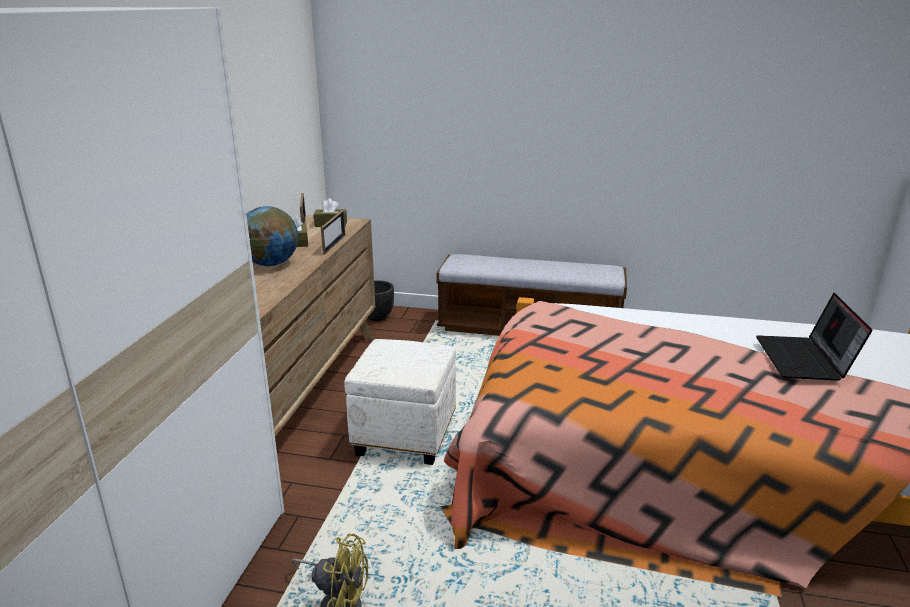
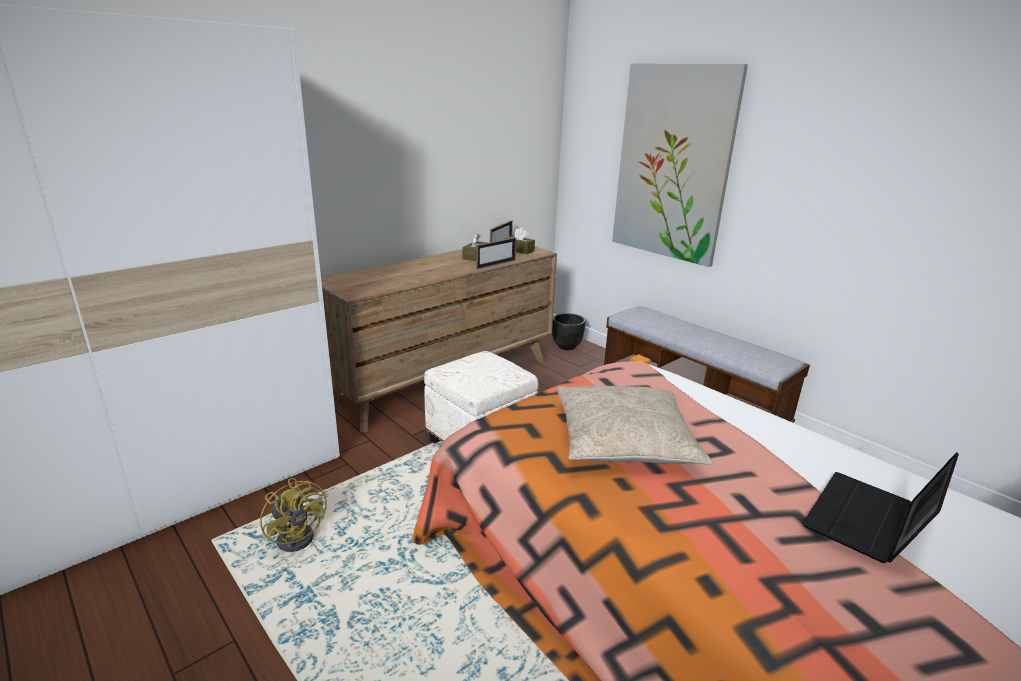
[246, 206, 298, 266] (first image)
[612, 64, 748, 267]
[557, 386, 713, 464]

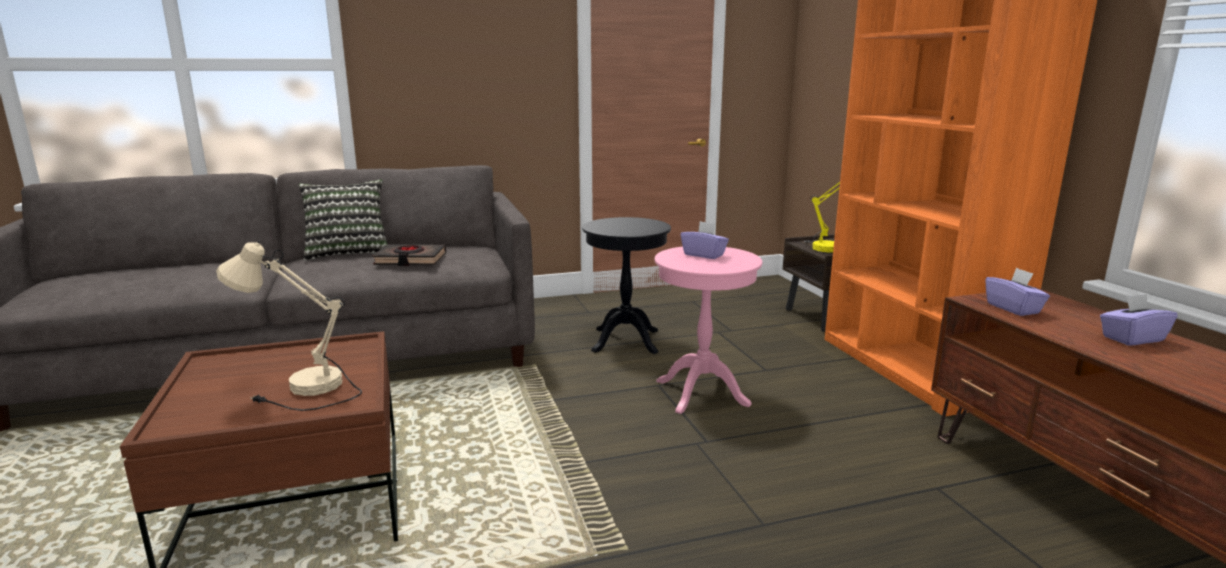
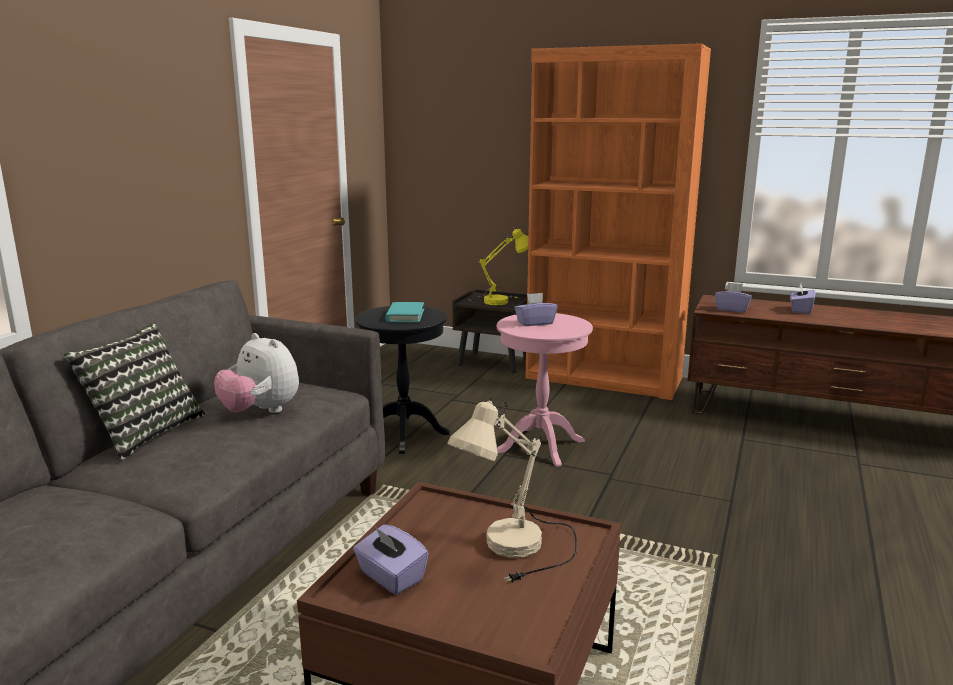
[214, 333, 299, 413]
[385, 302, 424, 322]
[353, 524, 429, 595]

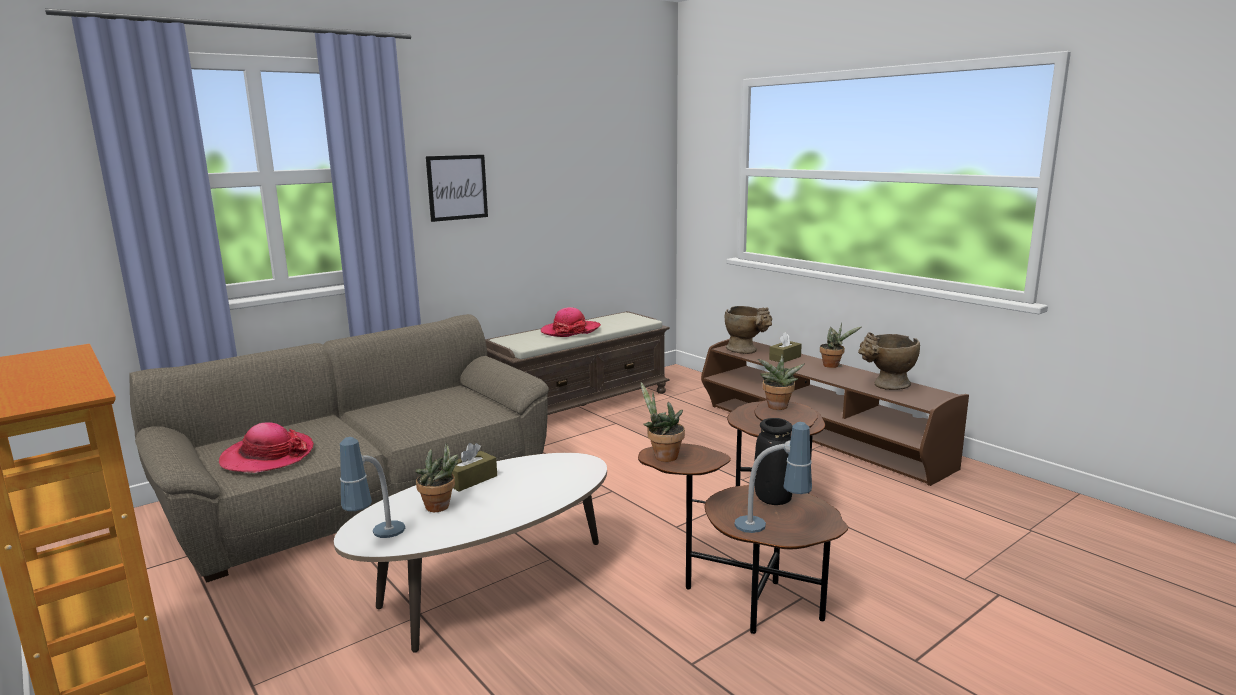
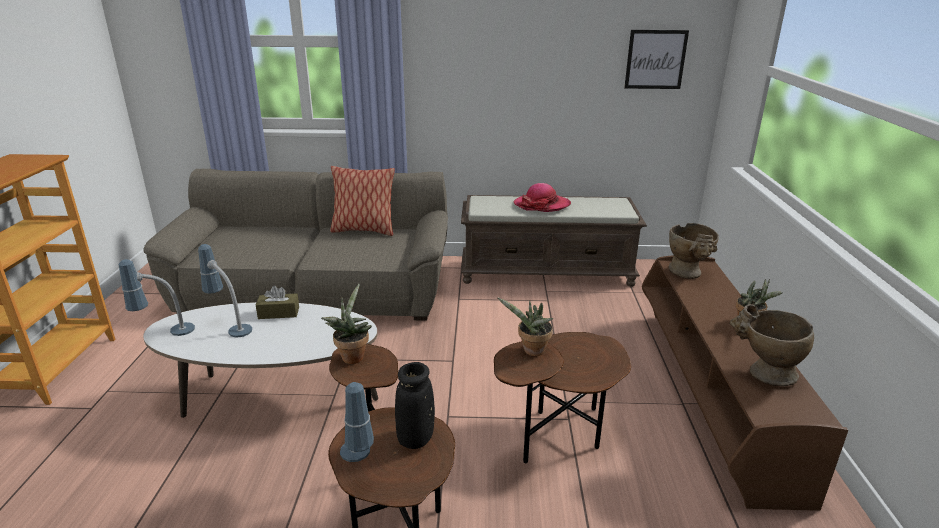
[624, 30, 689, 89]
[769, 332, 802, 362] (first image)
[219, 422, 314, 473] (first image)
[198, 244, 252, 338]
[330, 166, 395, 236]

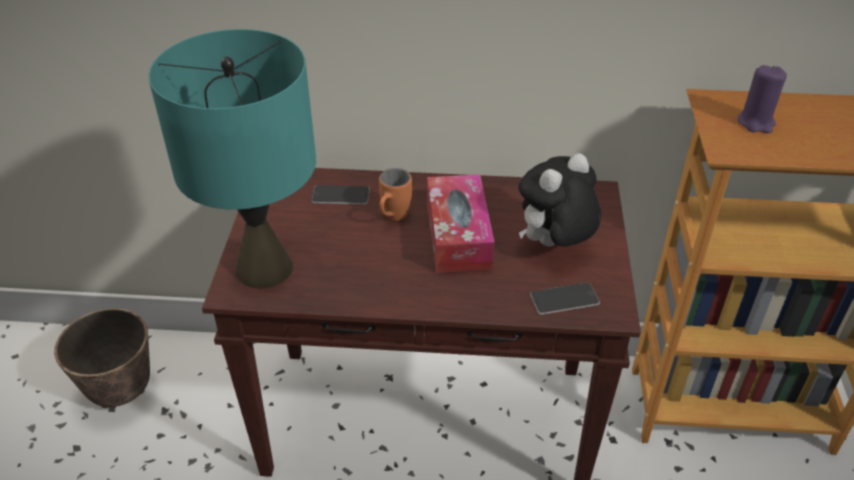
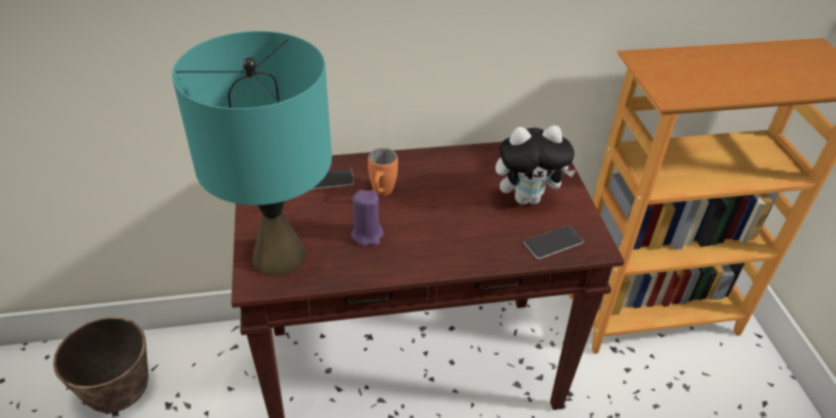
[351, 190, 383, 246]
[496, 125, 576, 205]
[427, 174, 494, 273] (first image)

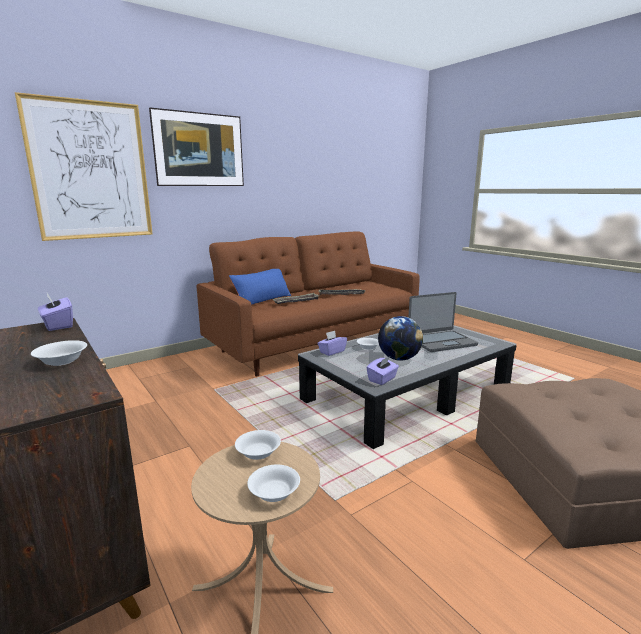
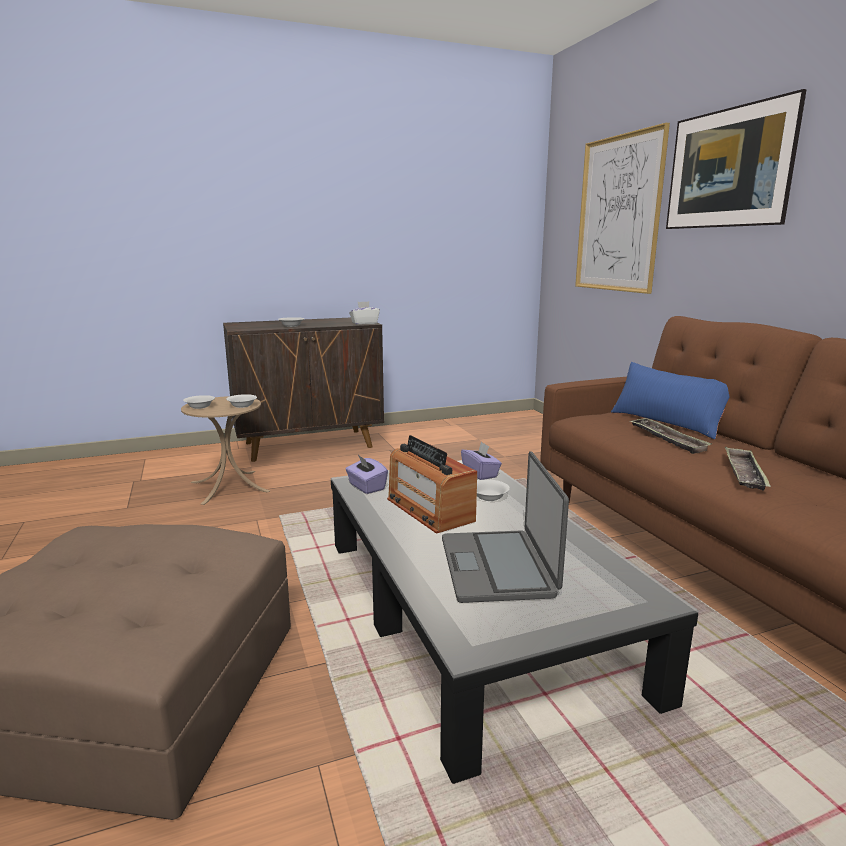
[349, 301, 380, 325]
[387, 435, 477, 534]

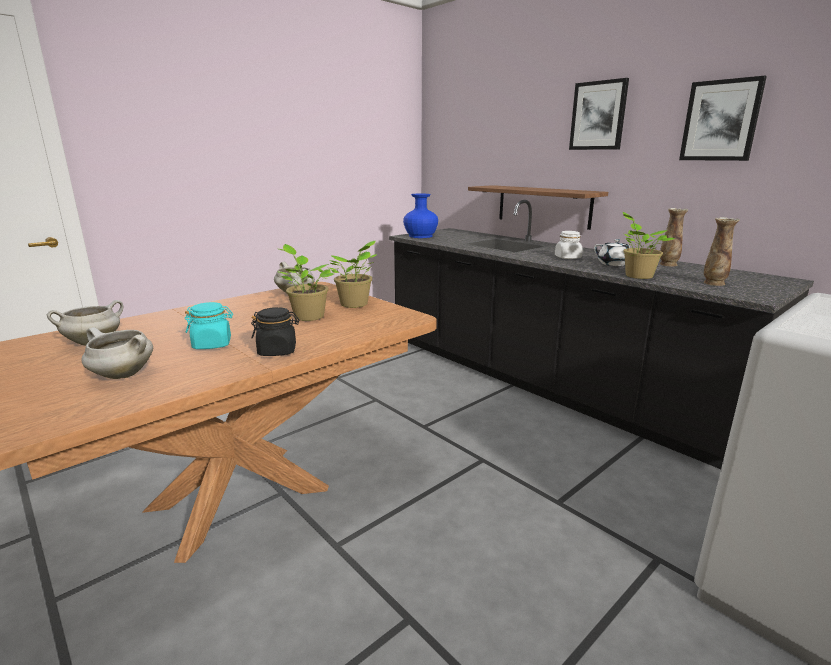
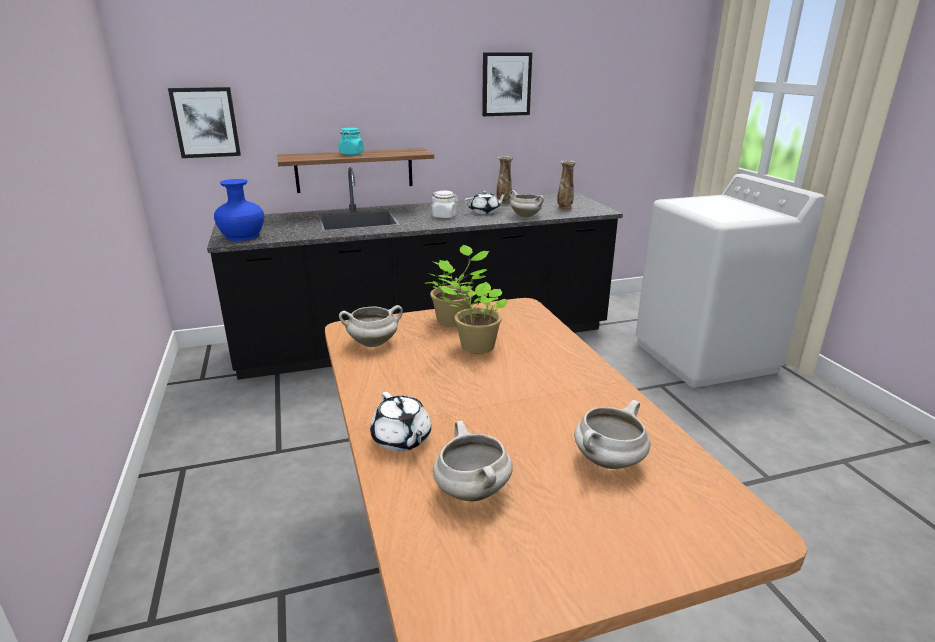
[168, 87, 241, 158]
[510, 190, 544, 218]
[339, 128, 364, 155]
[251, 307, 299, 356] (first image)
[370, 392, 431, 451]

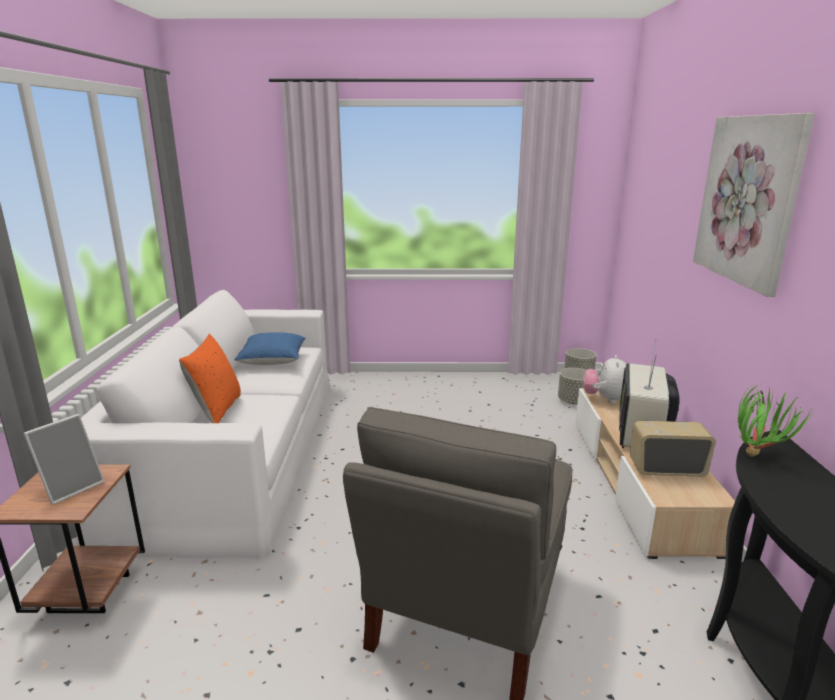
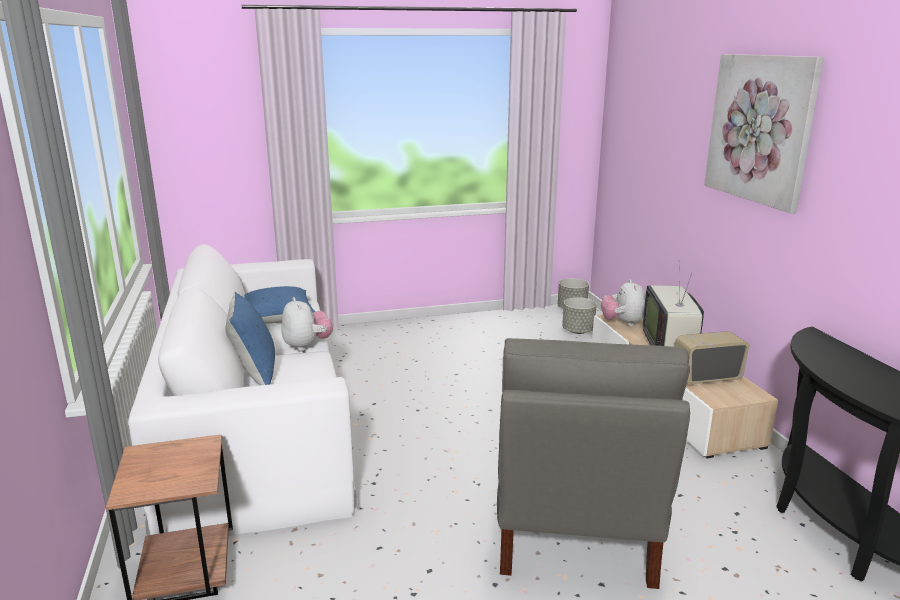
[225, 292, 275, 385]
[738, 383, 813, 457] (first image)
[23, 414, 105, 505] (first image)
[281, 297, 333, 351]

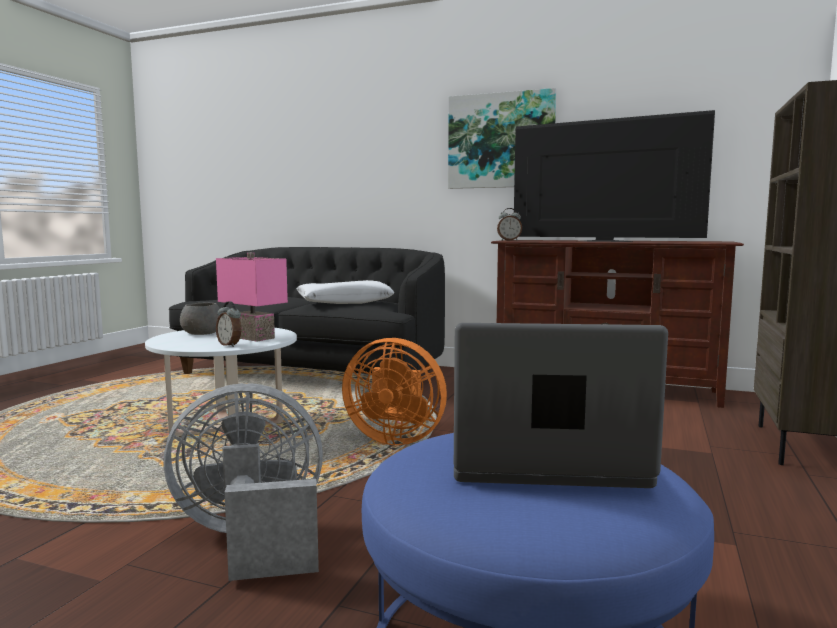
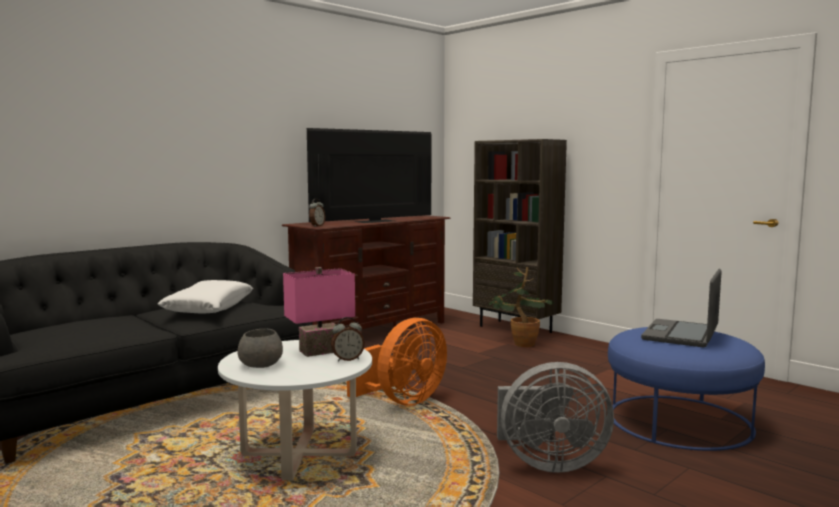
[448, 88, 556, 189] (first image)
[497, 362, 614, 473]
[488, 267, 554, 347]

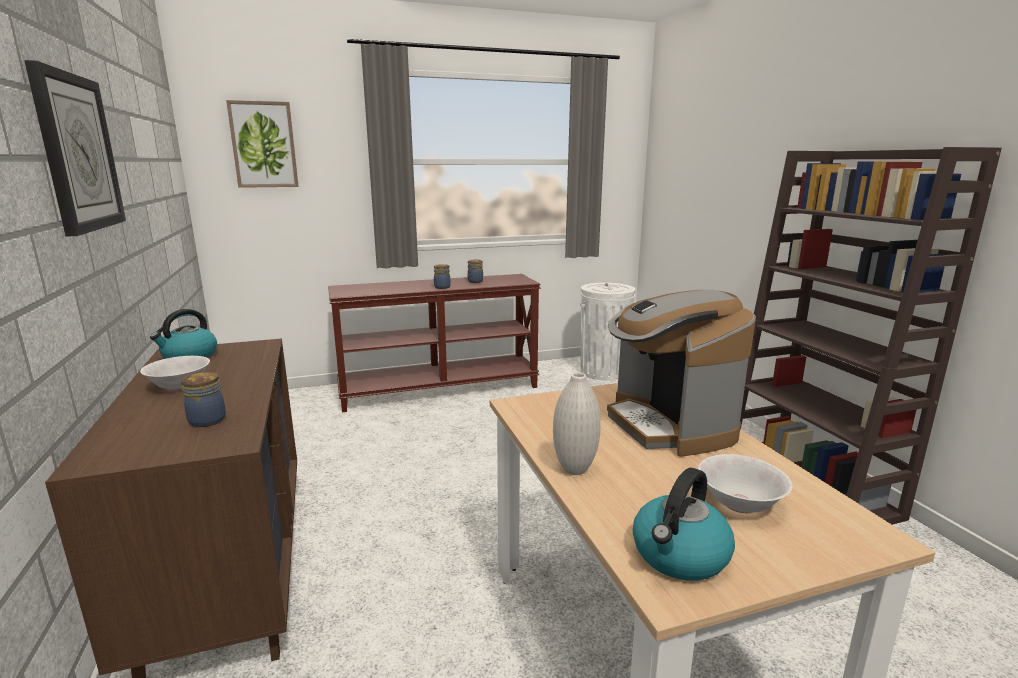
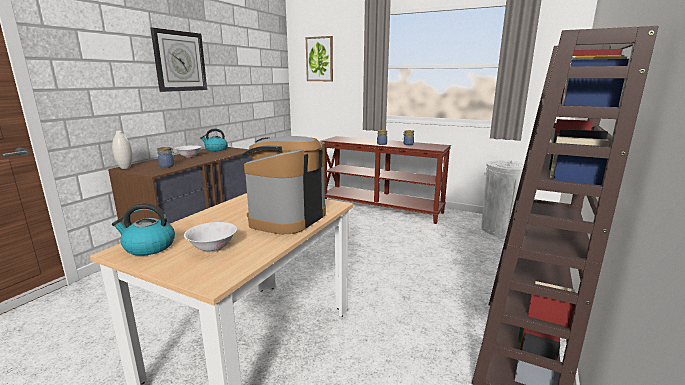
[112, 131, 133, 169]

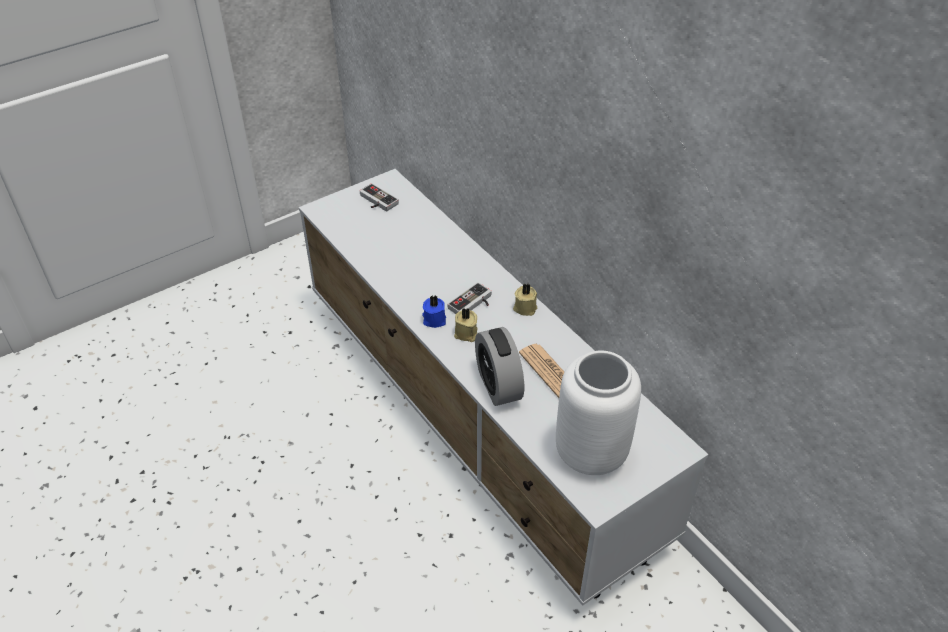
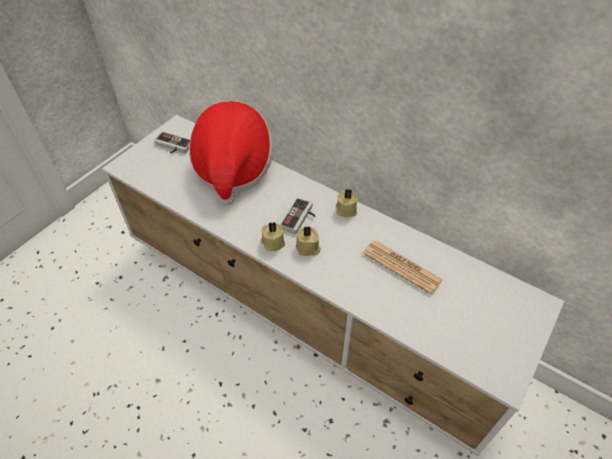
[261, 222, 285, 251]
[475, 327, 524, 406] (first image)
[556, 351, 641, 475] (first image)
[189, 101, 273, 205]

